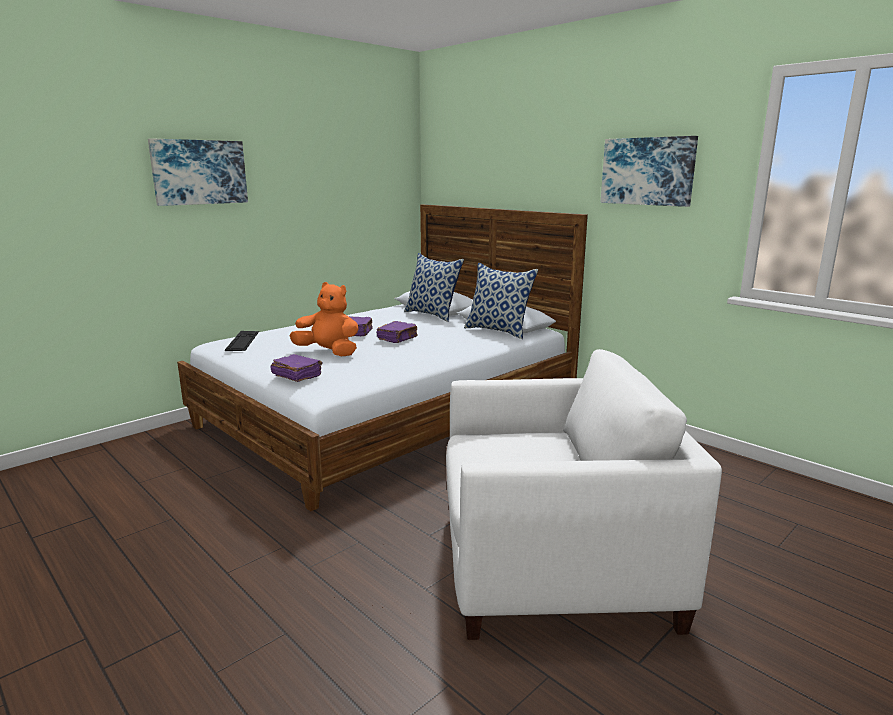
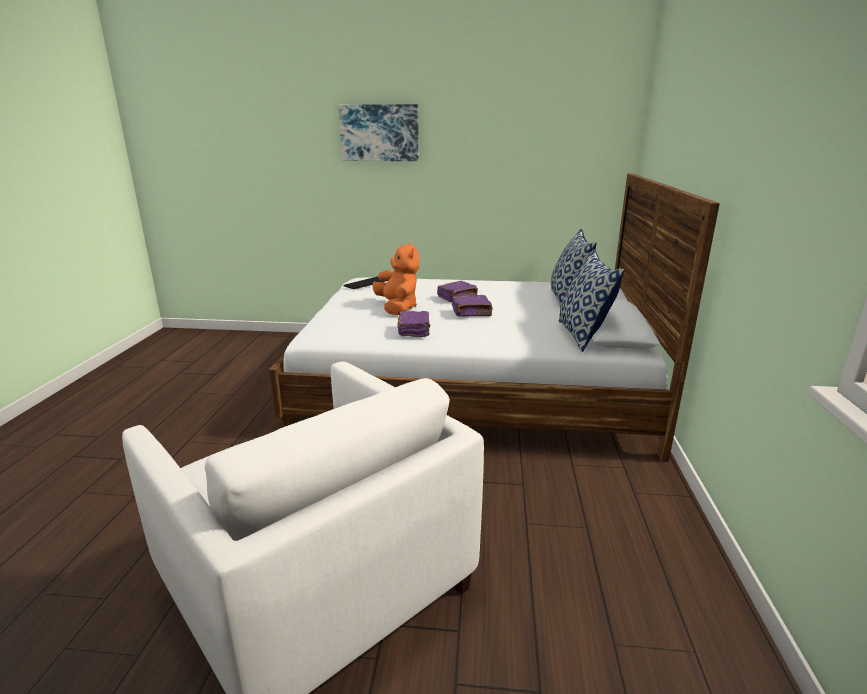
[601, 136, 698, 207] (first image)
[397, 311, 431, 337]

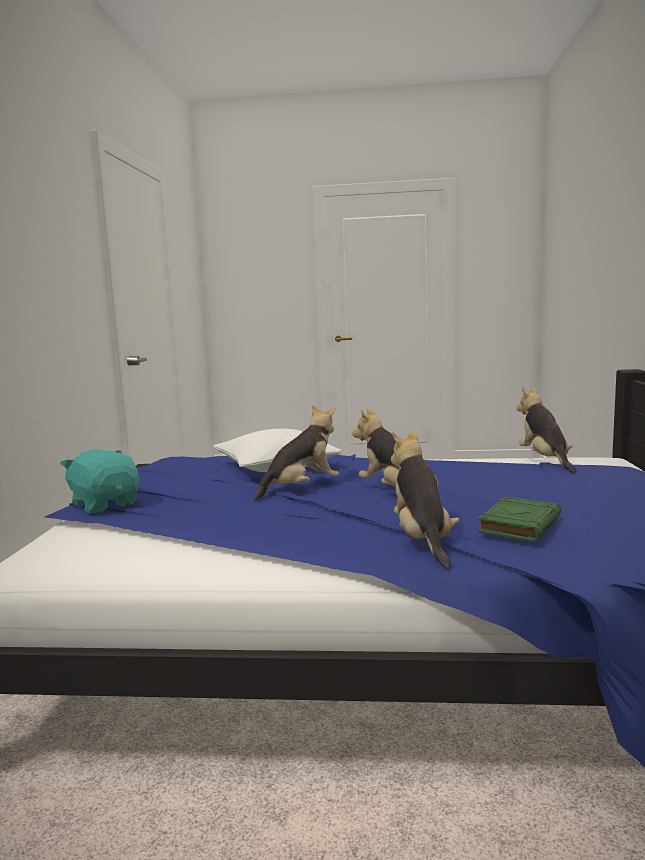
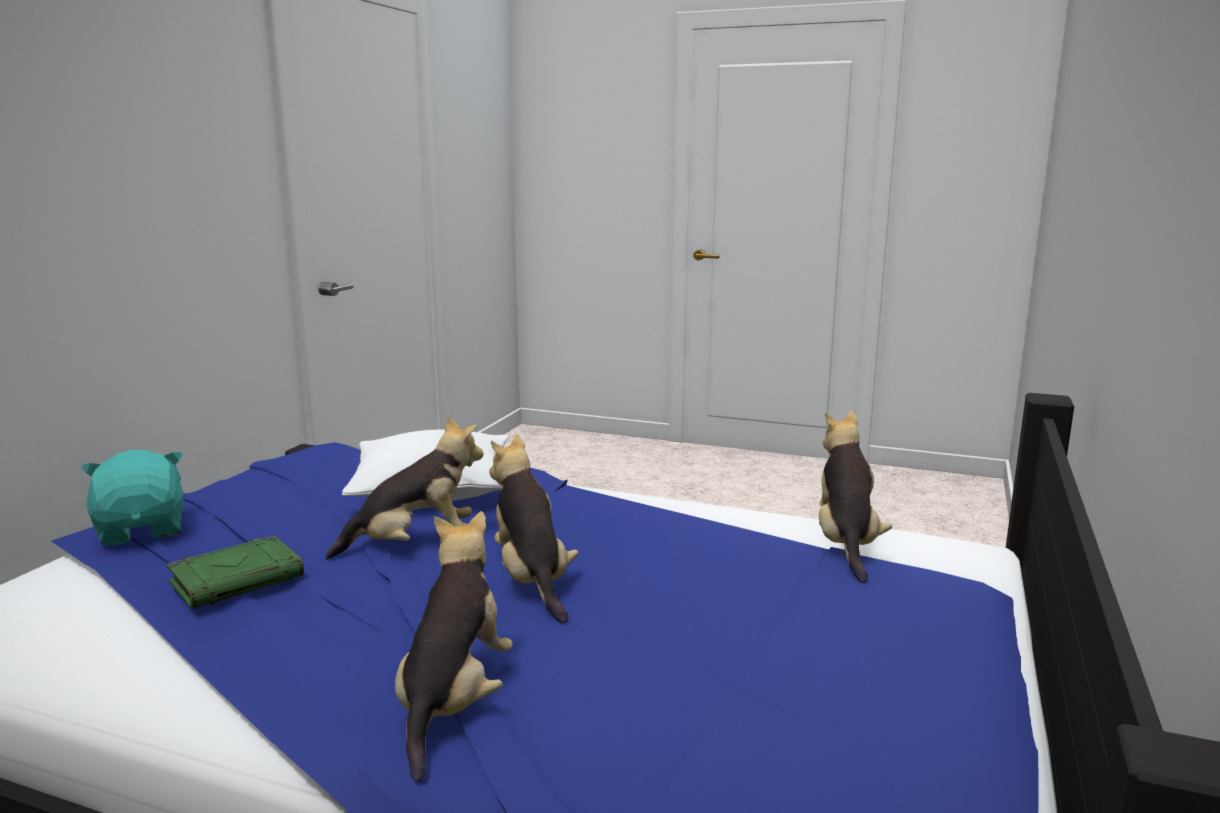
[166, 535, 304, 609]

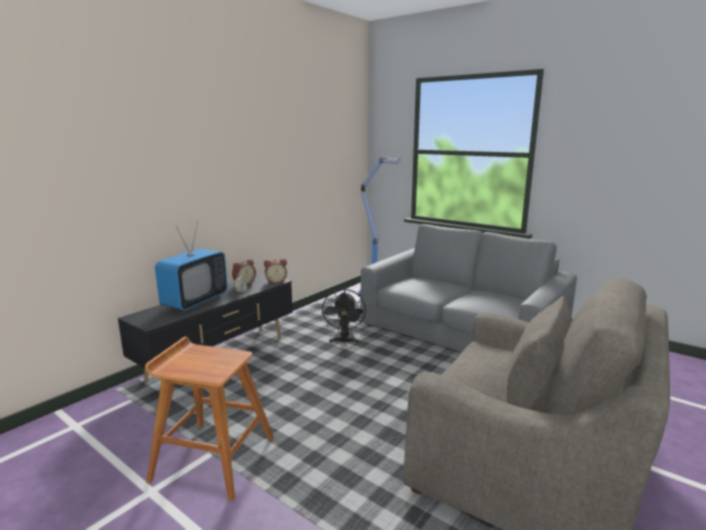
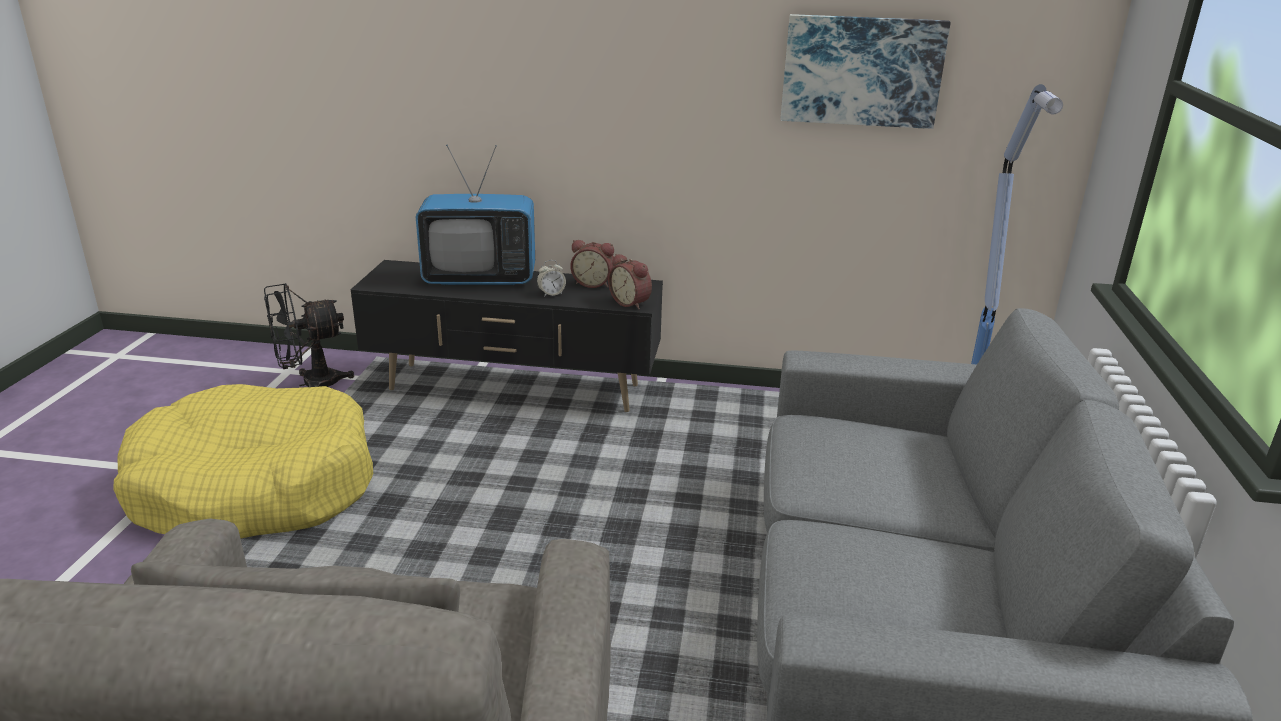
[264, 283, 354, 387]
[113, 384, 373, 539]
[781, 14, 951, 129]

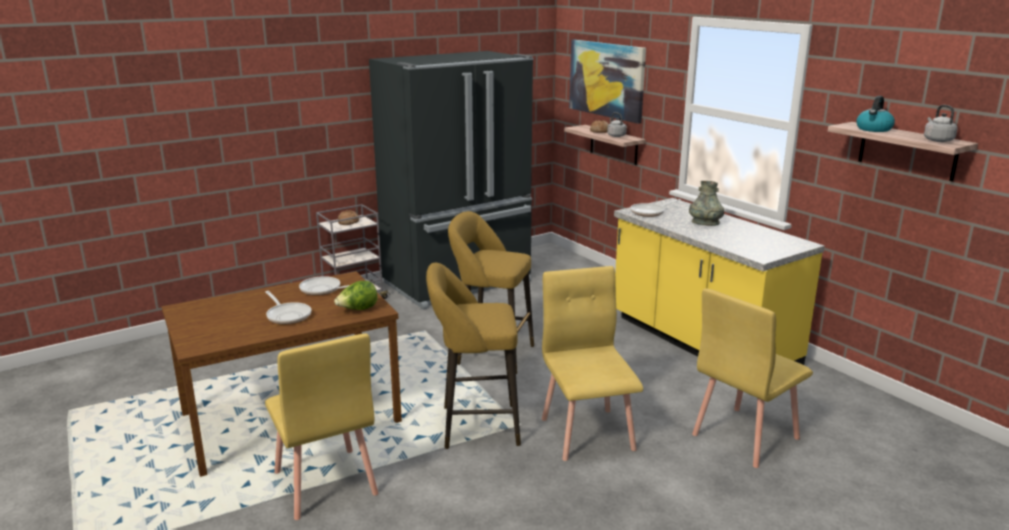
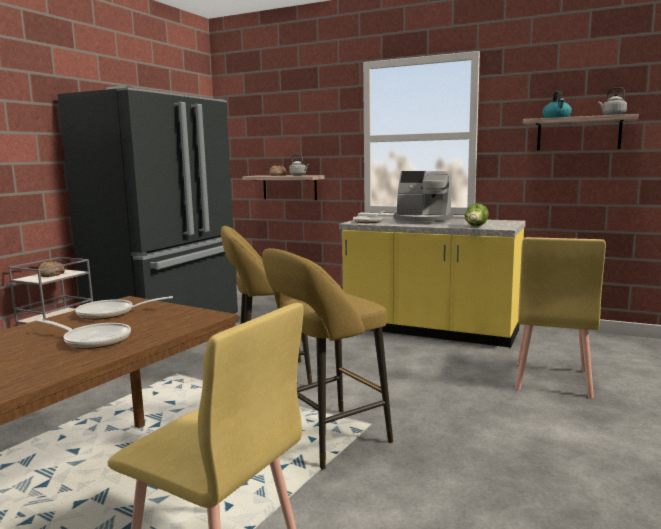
[569, 40, 646, 124] (first image)
[393, 171, 453, 224]
[542, 266, 643, 461] (first image)
[465, 203, 489, 227]

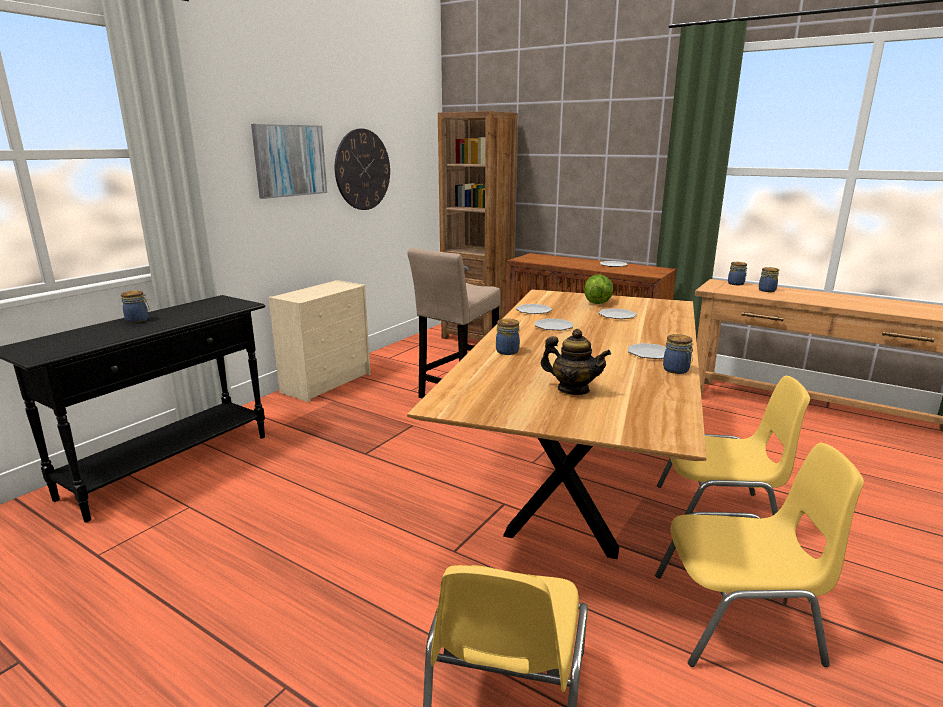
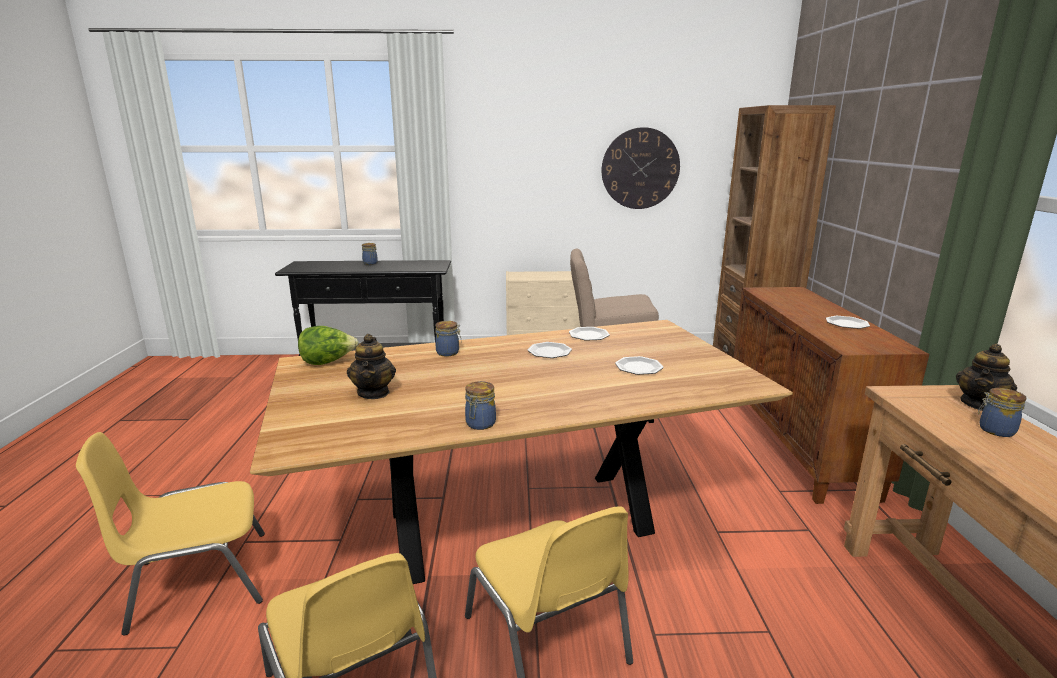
[251, 124, 327, 199] (first image)
[956, 343, 1017, 411]
[298, 326, 359, 365]
[628, 343, 667, 359] (first image)

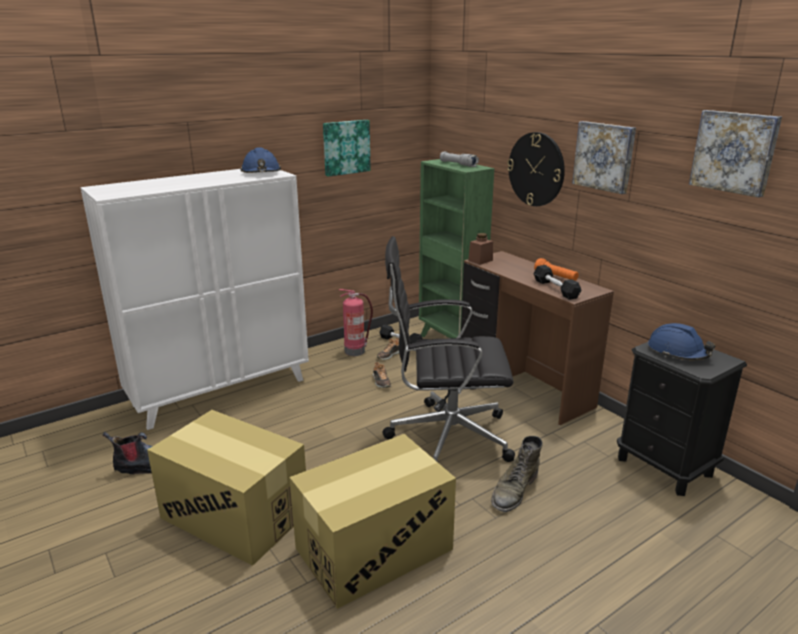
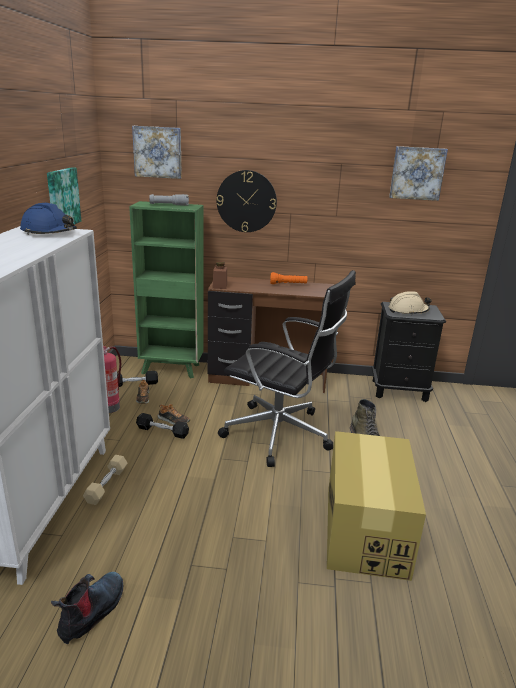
[132, 126, 182, 179]
[218, 270, 356, 467]
[136, 413, 189, 439]
[389, 291, 431, 315]
[147, 410, 306, 566] (first image)
[83, 455, 127, 505]

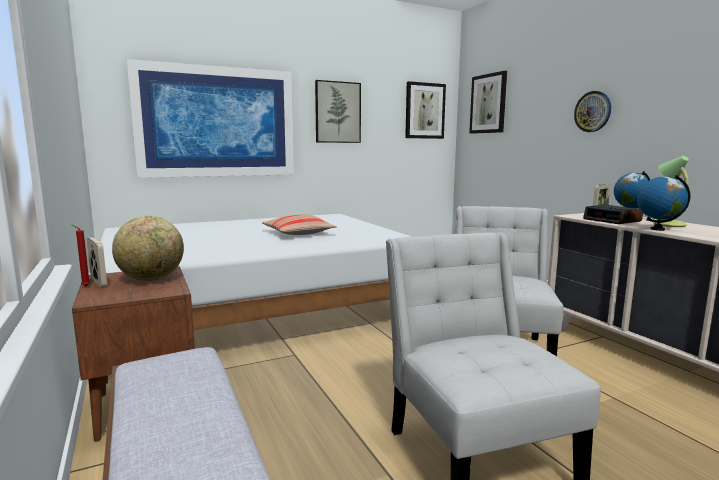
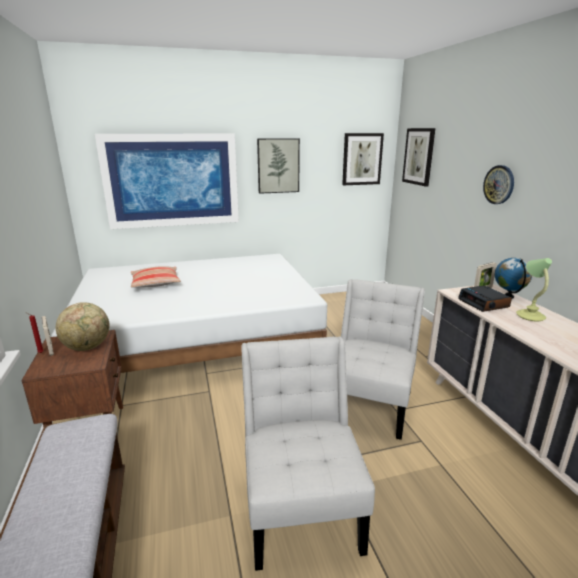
[637, 175, 691, 231] (first image)
[131, 266, 181, 288]

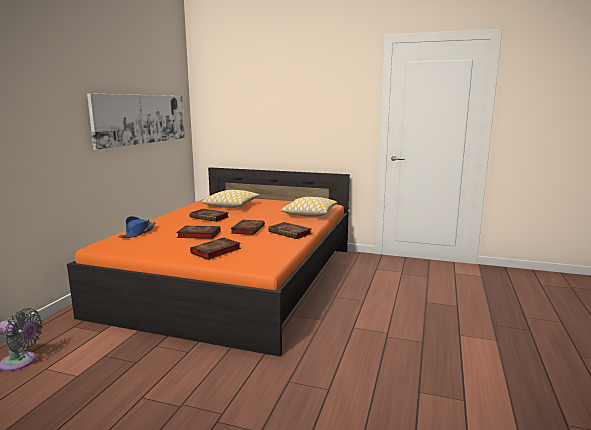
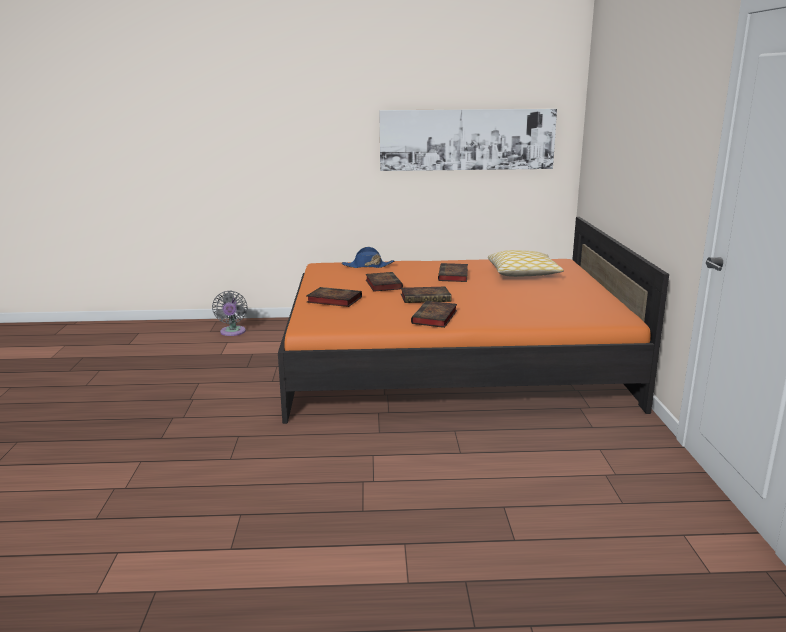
[281, 197, 337, 217] (first image)

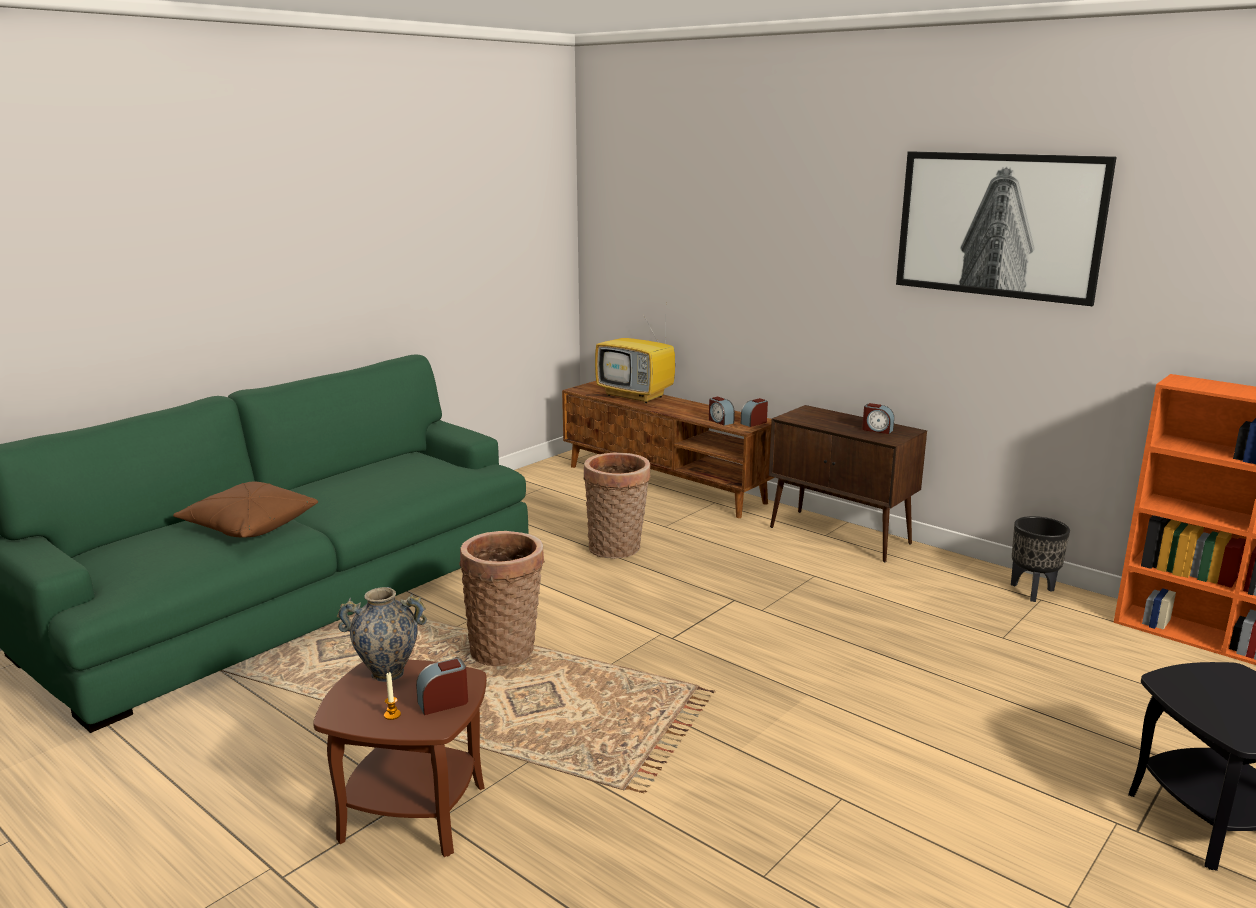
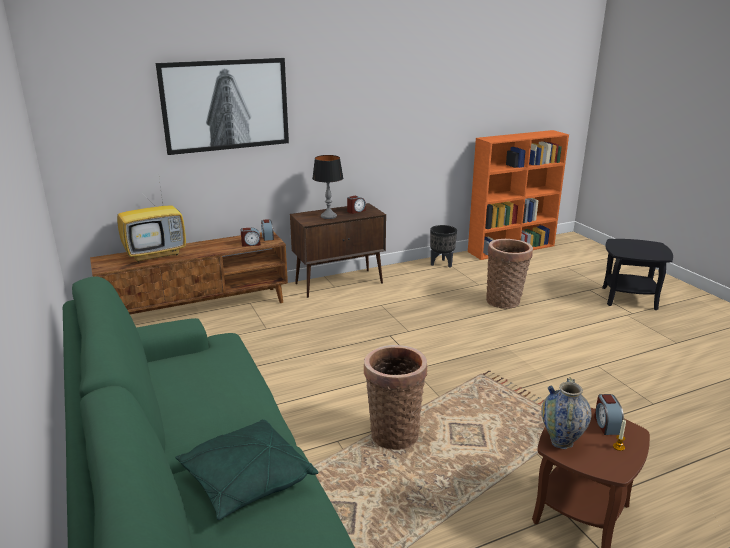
[156, 58, 289, 155]
[486, 239, 533, 309]
[175, 419, 319, 520]
[312, 155, 343, 219]

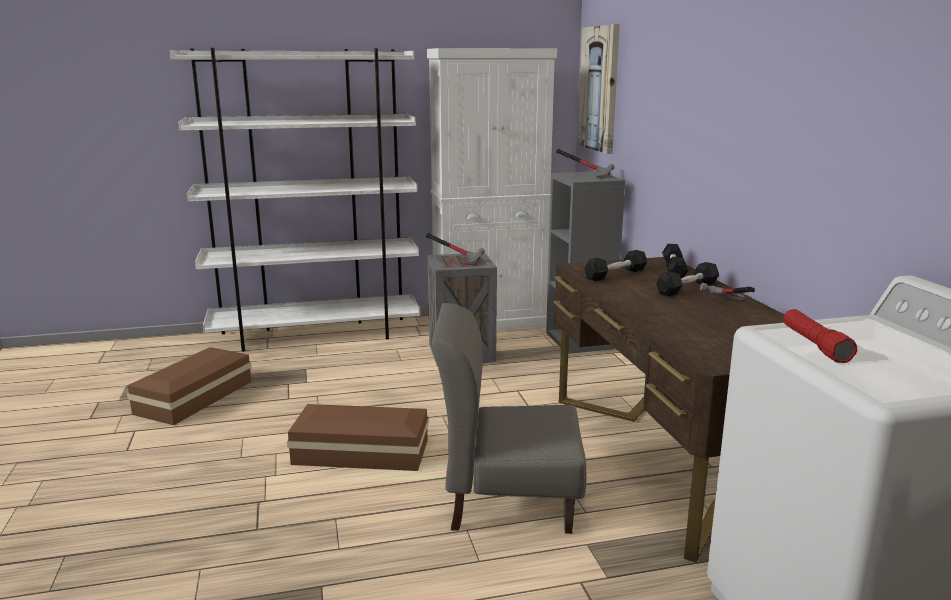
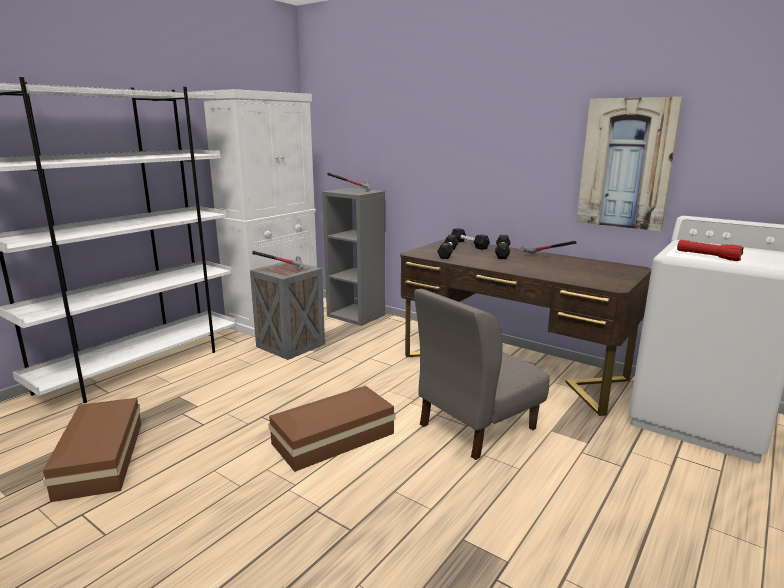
[577, 97, 683, 231]

